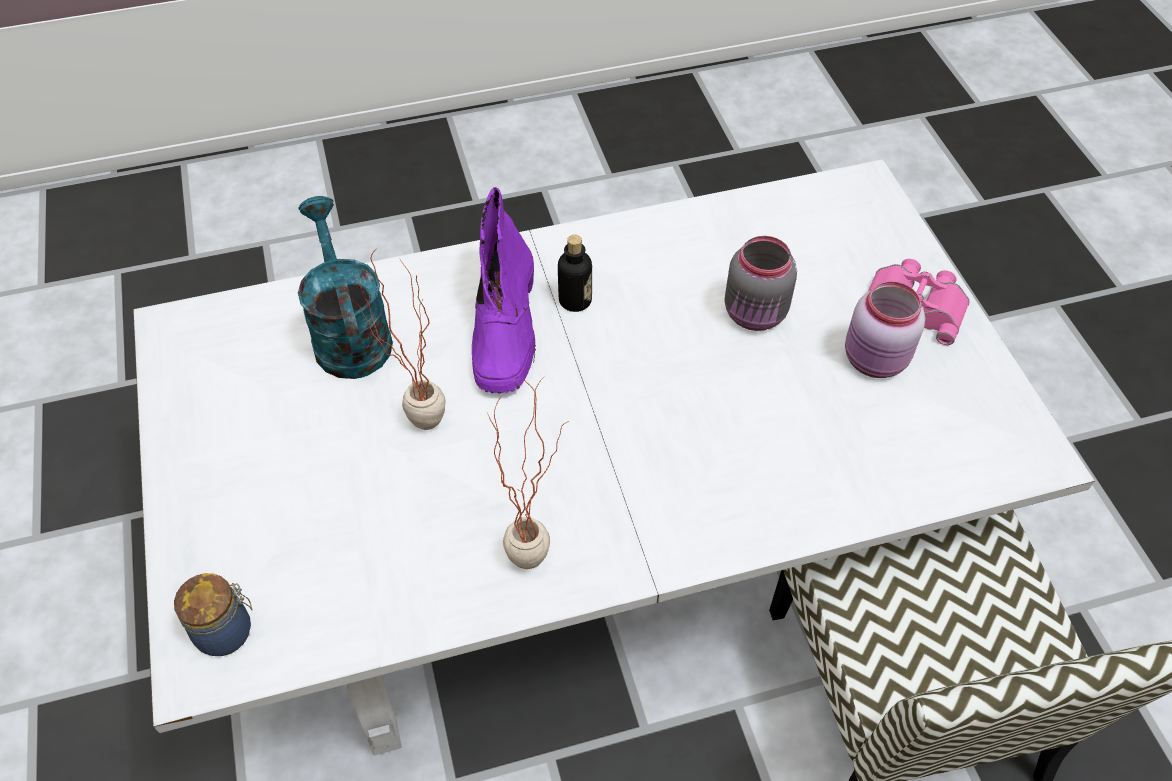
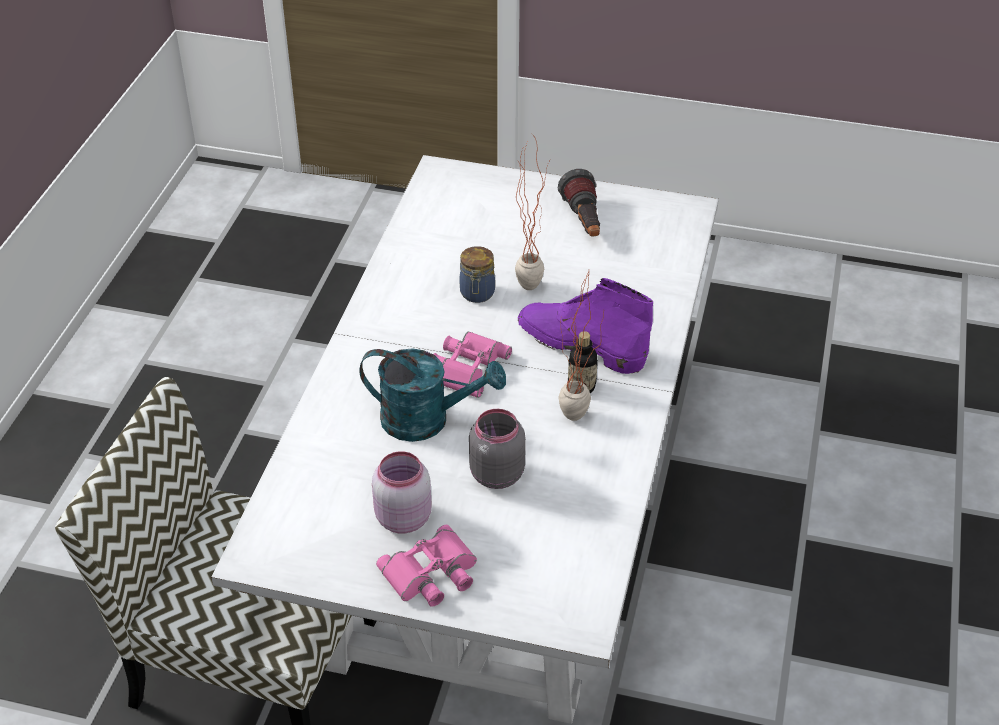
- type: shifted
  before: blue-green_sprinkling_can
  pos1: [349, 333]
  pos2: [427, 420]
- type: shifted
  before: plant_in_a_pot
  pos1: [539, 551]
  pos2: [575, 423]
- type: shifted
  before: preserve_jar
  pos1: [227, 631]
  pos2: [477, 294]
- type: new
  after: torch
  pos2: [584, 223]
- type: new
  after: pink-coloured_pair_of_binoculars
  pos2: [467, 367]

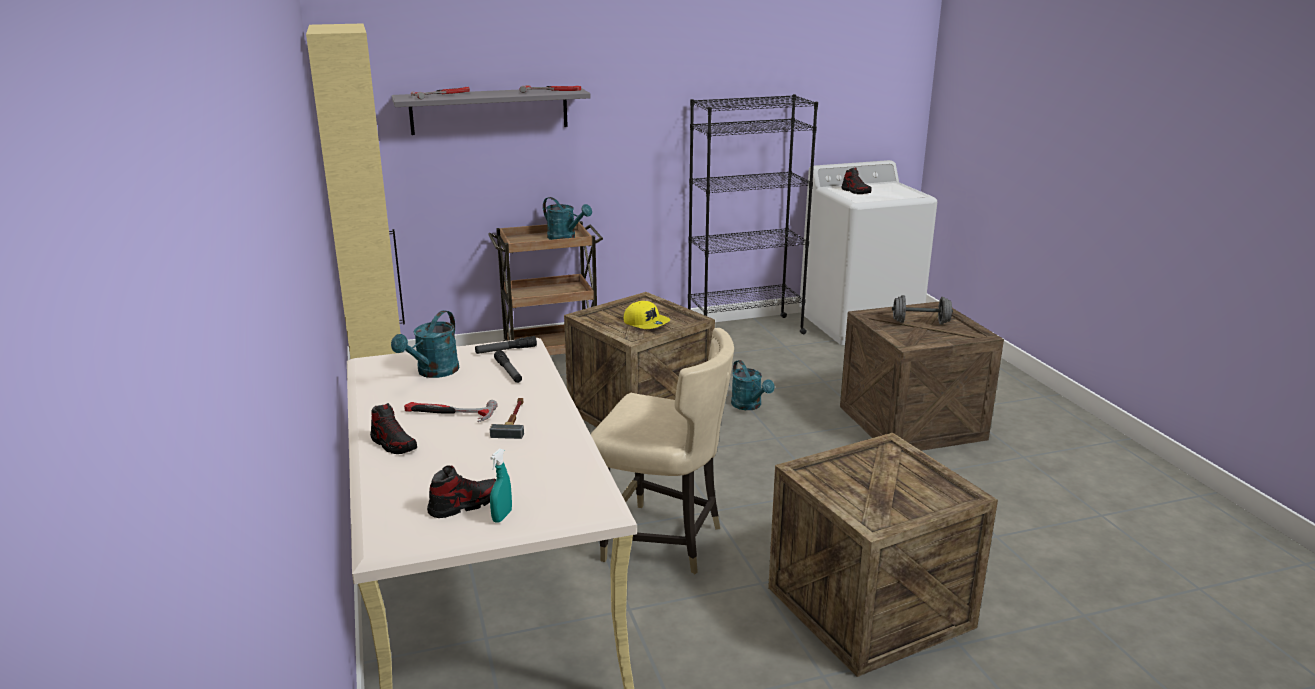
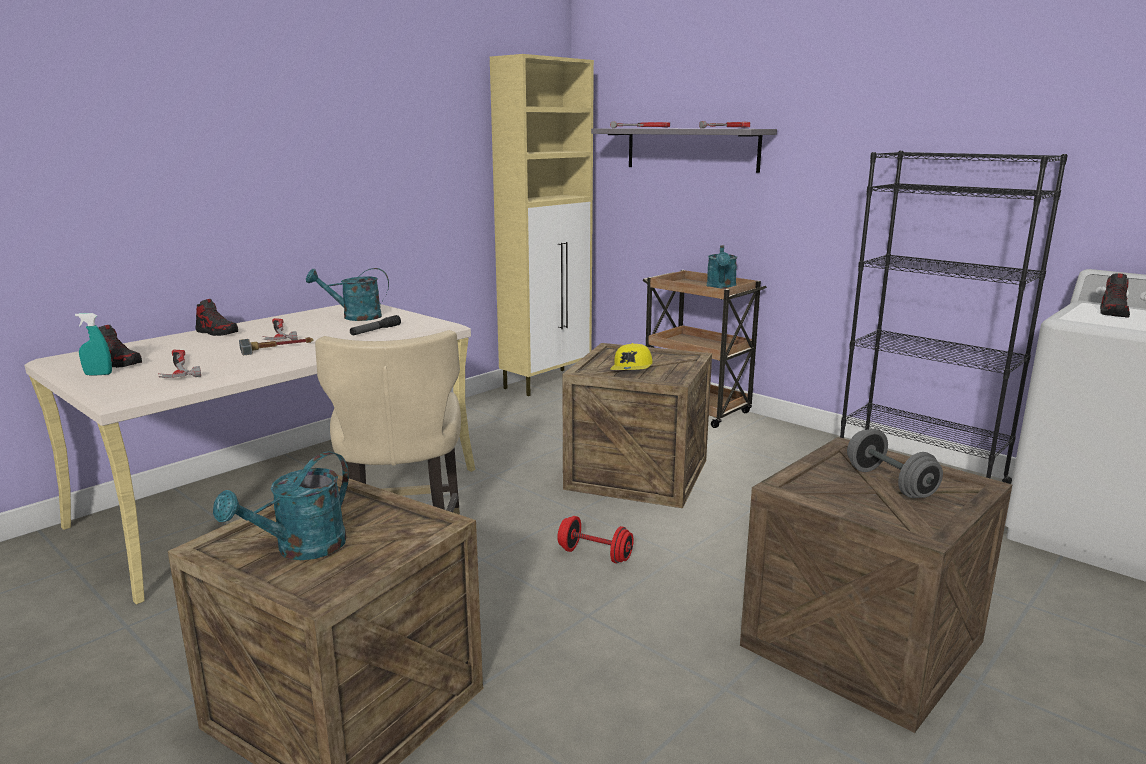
- type: gone
  before: torch
  pos1: [506, 350]
- type: shifted
  before: blue-green_sprinkling_can
  pos1: [749, 406]
  pos2: [301, 549]
- type: rotated
  before: shoe
  pos1: [393, 444]
  pos2: [217, 332]
  turn: -75
- type: new
  after: hammer
  pos2: [178, 368]
- type: new
  after: red-coloured_hand_weight
  pos2: [595, 555]

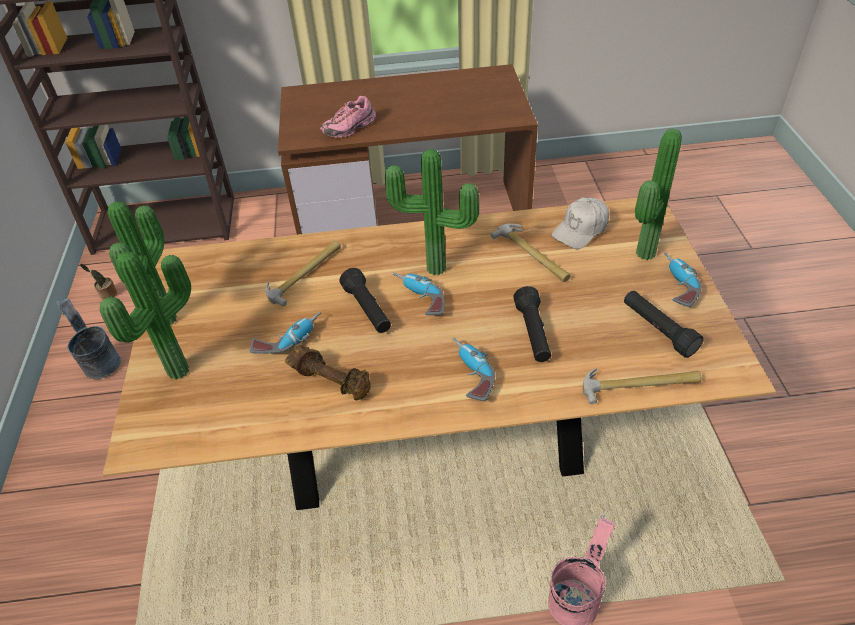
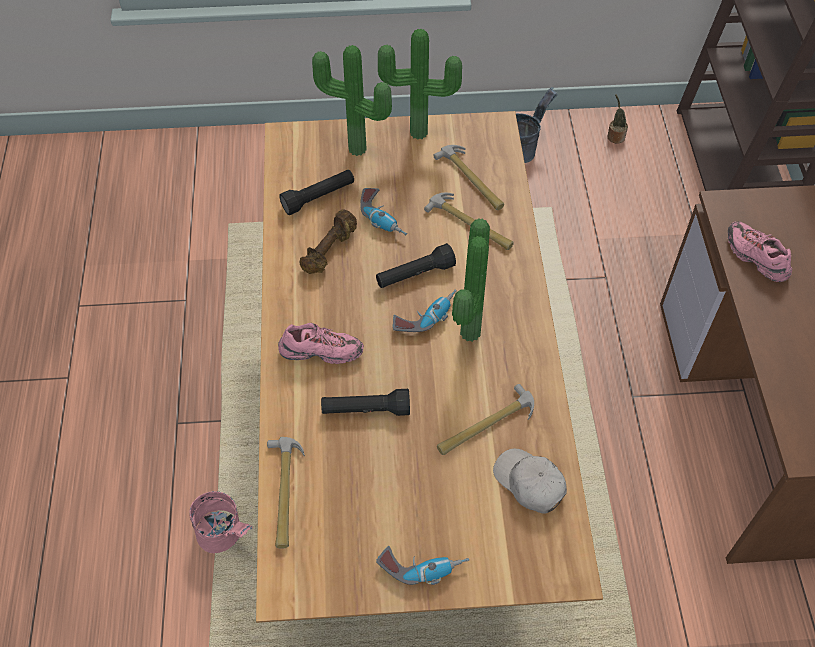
- type: gone
  before: plant_in_a_pot
  pos1: [641, 252]
- type: shifted
  before: black_torch
  pos1: [658, 330]
  pos2: [319, 197]
- type: swapped
  before: electric_drill
  after: pink-coloured_shoe
  pos1: [469, 374]
  pos2: [321, 352]
- type: new
  after: hammer
  pos2: [471, 180]

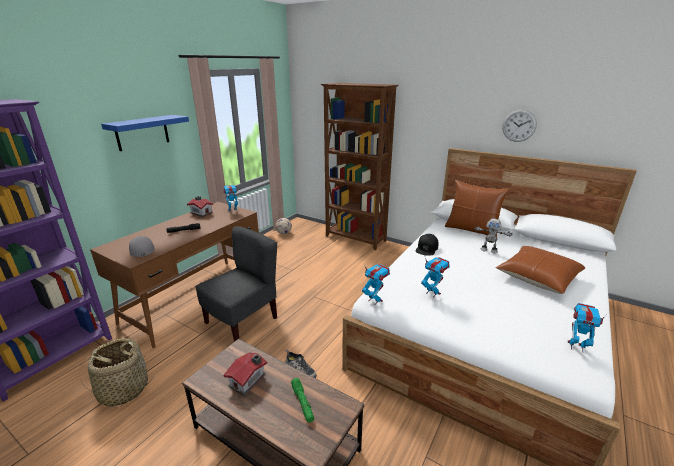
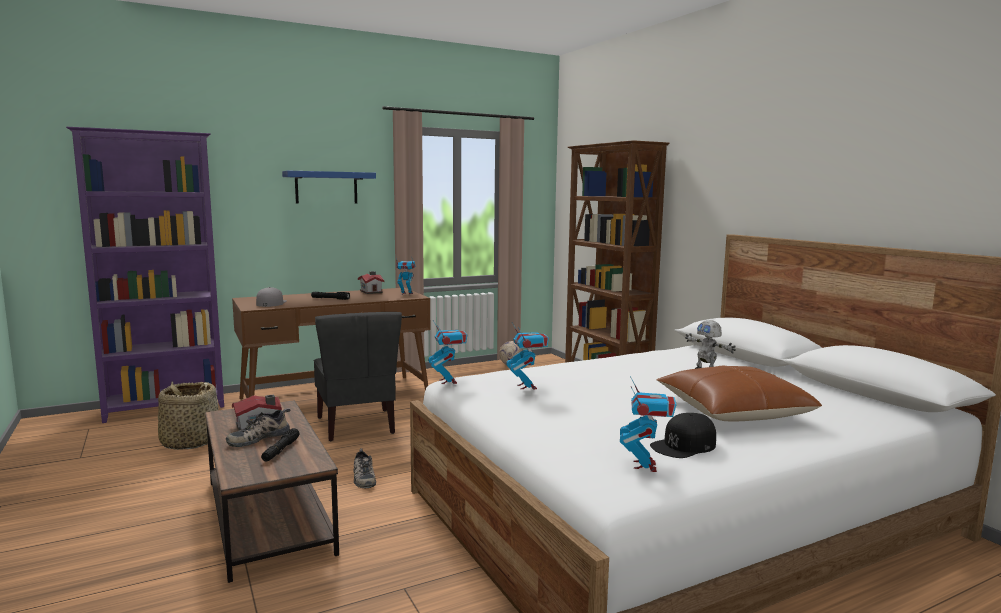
- type: gone
  before: clock_on_the_wall
  pos1: [519, 125]
- type: gone
  before: brown_throw_pillow
  pos1: [471, 230]
- type: rotated
  before: greyish_upright_chair
  pos1: [242, 321]
  pos2: [357, 425]
  turn: 90
- type: shifted
  before: black_cap
  pos1: [427, 248]
  pos2: [684, 445]
- type: rotated
  before: model_robot
  pos1: [576, 346]
  pos2: [645, 465]
  turn: 45
- type: repainted
  before: green-coloured_torch
  after: black_torch
  pos1: [302, 402]
  pos2: [280, 450]
- type: new
  after: shoe
  pos2: [259, 437]

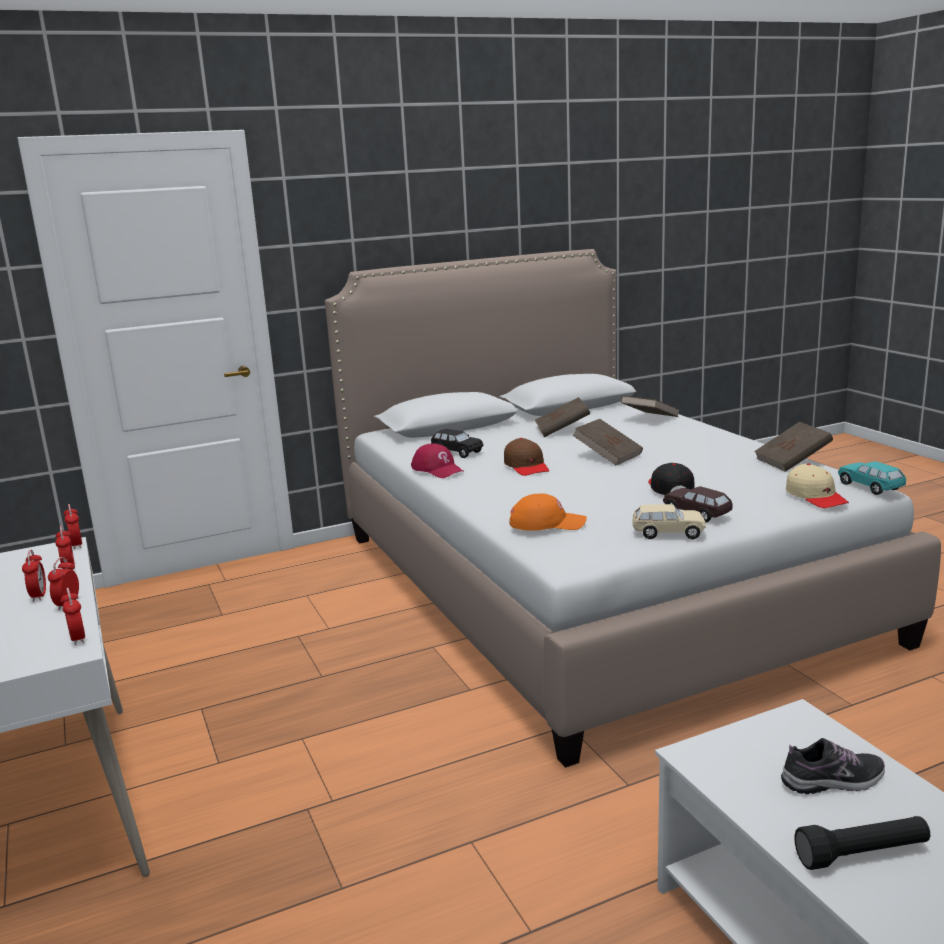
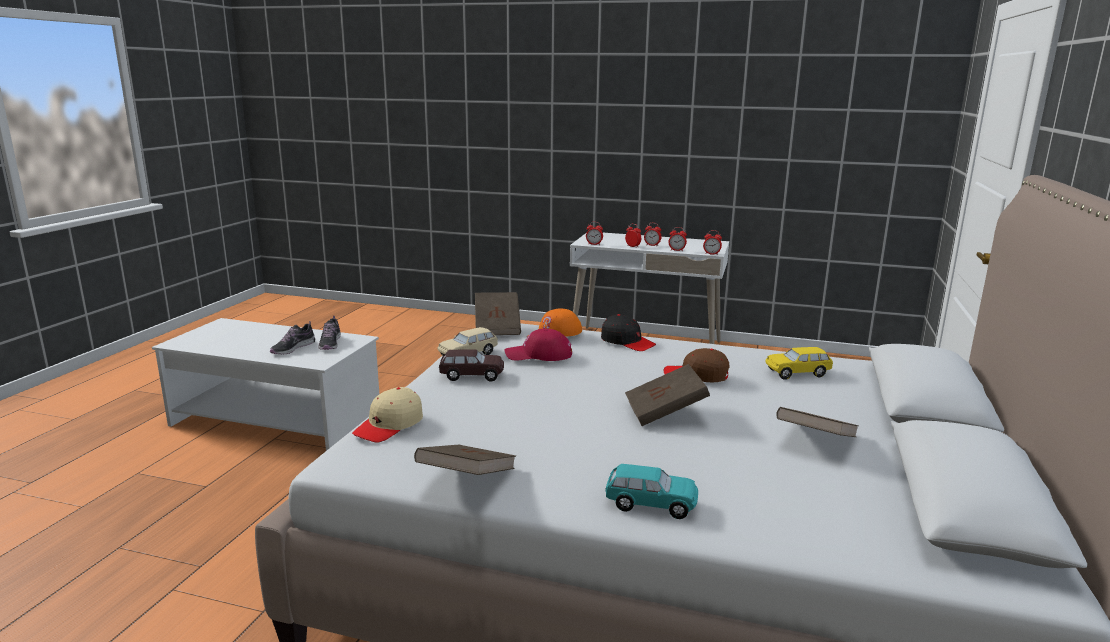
- type: shifted
  before: brown_bound_book
  pos1: [650, 419]
  pos2: [497, 327]
- type: repainted
  before: black_model_car
  after: yellow-coloured_model_car
  pos1: [457, 452]
  pos2: [797, 373]
- type: shifted
  before: red-coloured_cap
  pos1: [438, 469]
  pos2: [539, 355]
- type: shifted
  before: blue-green_model_car
  pos1: [870, 487]
  pos2: [650, 504]
- type: shifted
  before: black_cap
  pos1: [669, 488]
  pos2: [627, 342]
- type: rotated
  before: beige_cap
  pos1: [816, 496]
  pos2: [389, 425]
  turn: -75
- type: gone
  before: black_torch
  pos1: [862, 854]
- type: new
  after: shoe
  pos2: [330, 343]

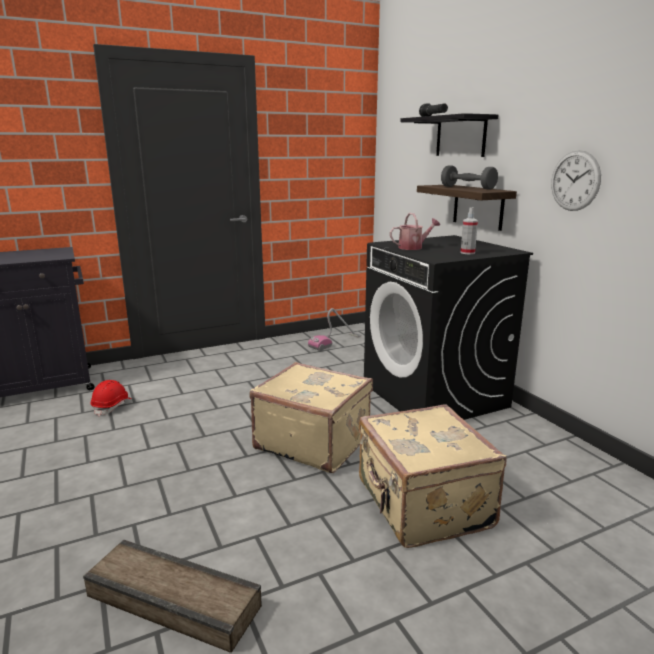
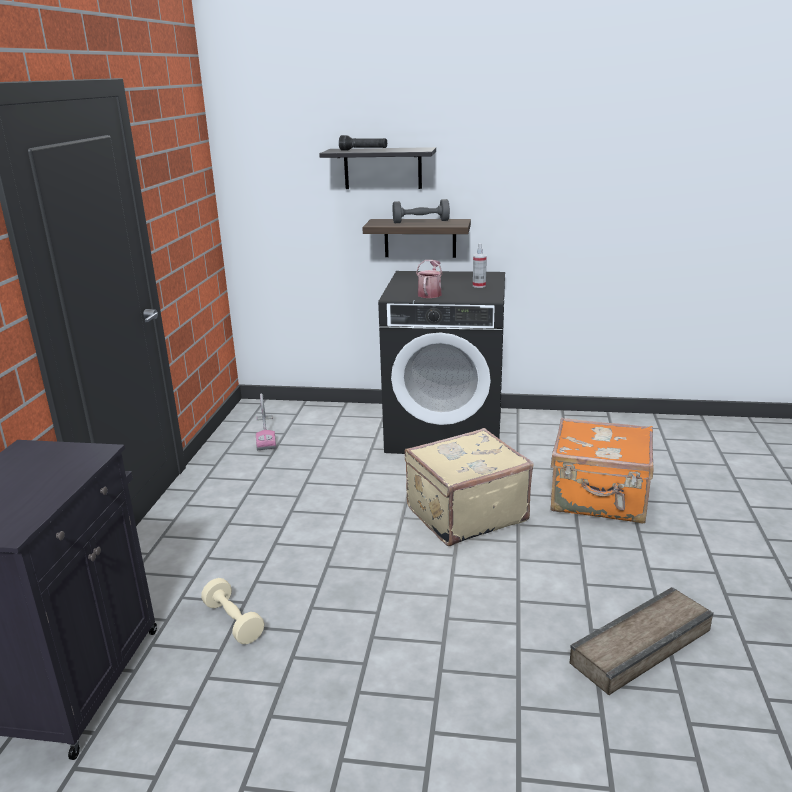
- type: gone
  before: clock_on_the_wall
  pos1: [575, 181]
- type: swapped
  before: red-coloured_safety_helmet
  after: beige_hand_weight
  pos1: [112, 406]
  pos2: [233, 622]
- type: repainted
  before: beige_piece_of_luggage
  after: orange-coloured_piece_of_luggage
  pos1: [422, 505]
  pos2: [599, 499]

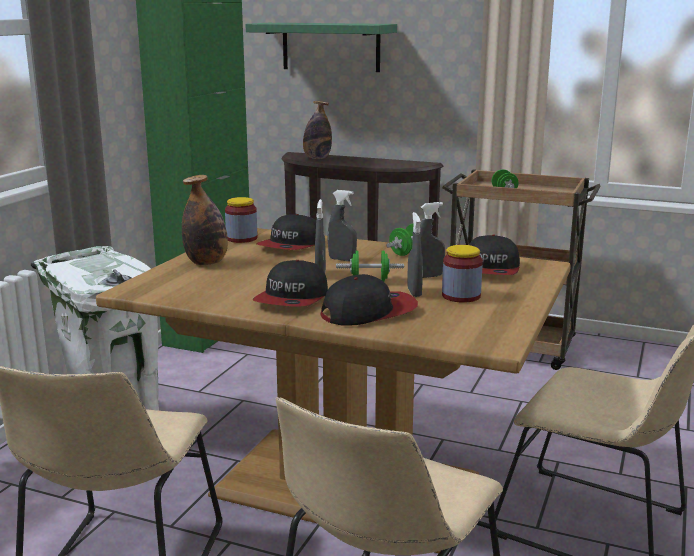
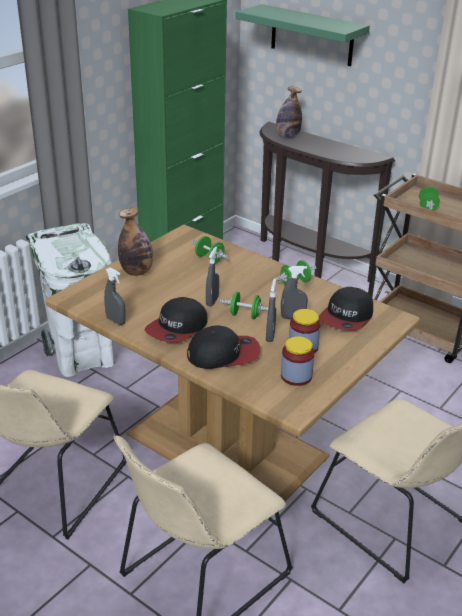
- type: shifted
  before: greyish_sprayer
  pos1: [342, 259]
  pos2: [115, 321]
- type: shifted
  before: preserve_jar
  pos1: [241, 238]
  pos2: [296, 376]
- type: swapped
  before: cap
  after: green-coloured_hand_weight
  pos1: [291, 246]
  pos2: [209, 259]

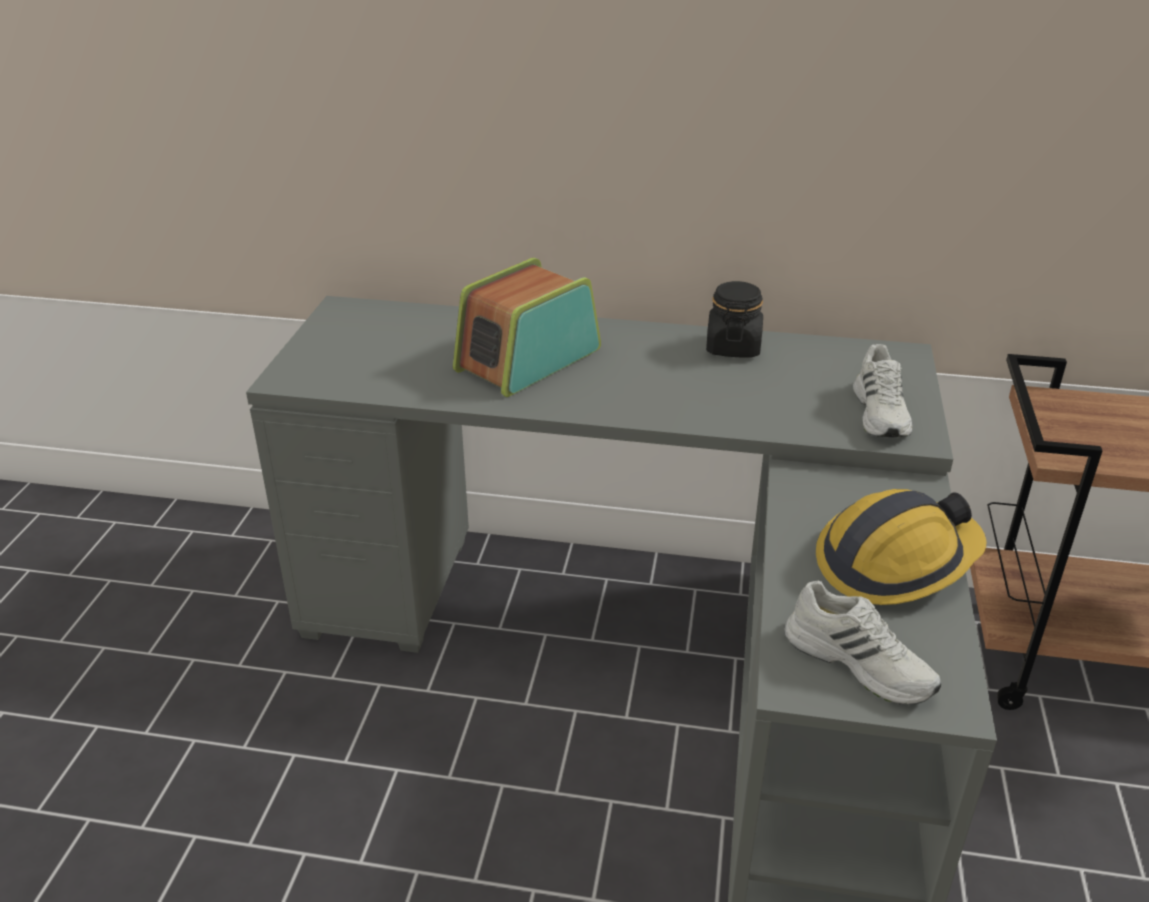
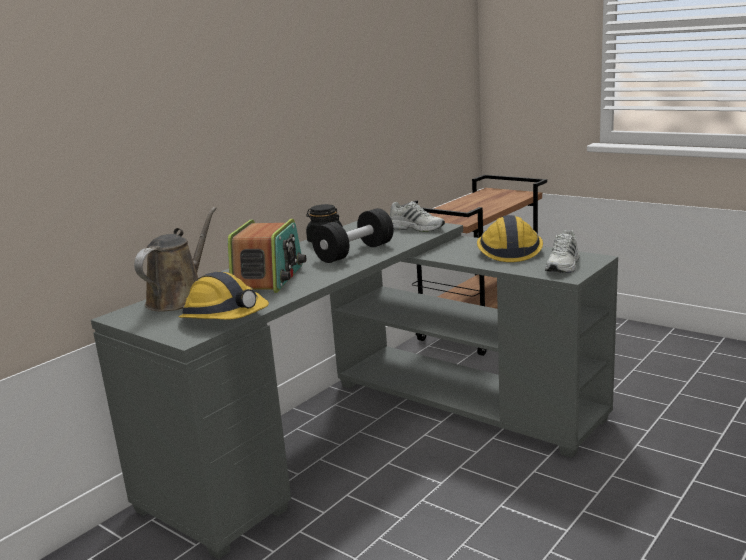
- type: rotated
  before: radio_receiver
  pos1: [526, 360]
  pos2: [269, 278]
  turn: -150
- type: rotated
  before: white_shoe
  pos1: [860, 662]
  pos2: [563, 265]
  turn: 135
- type: new
  after: brown_sprinkling_can
  pos2: [180, 298]
- type: new
  after: black_hand_weight
  pos2: [355, 252]
- type: new
  after: safety_helmet
  pos2: [225, 317]

